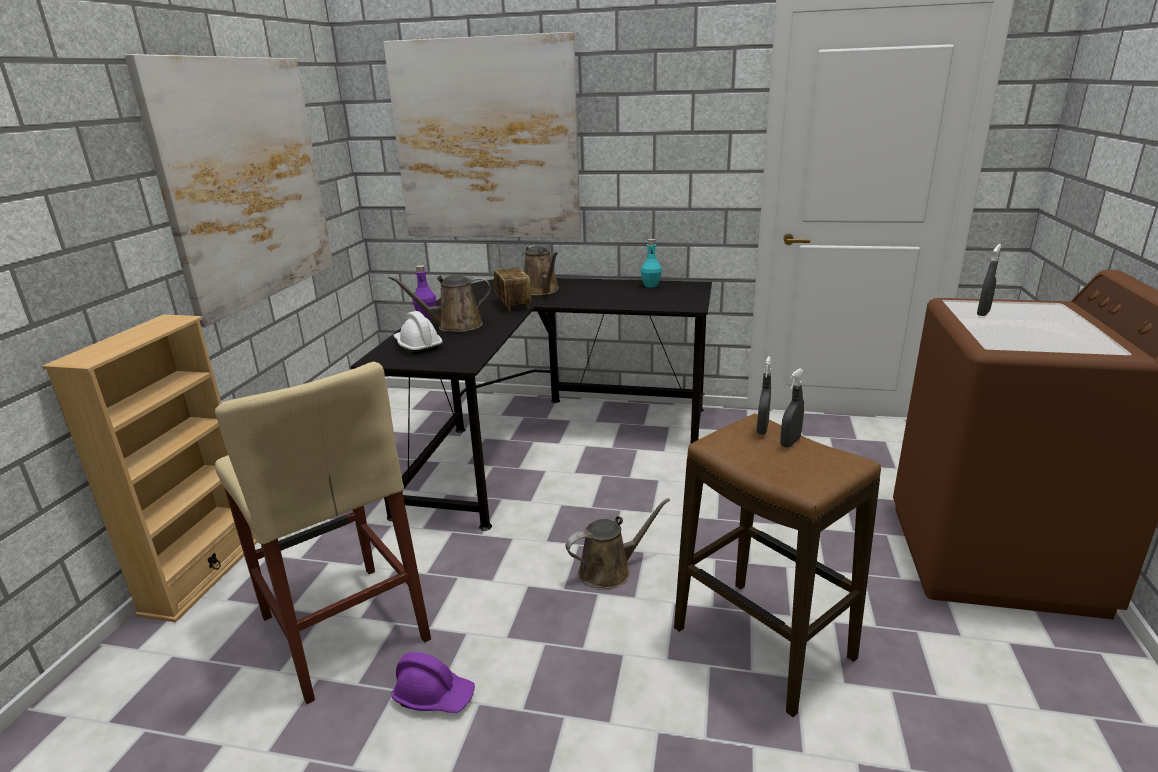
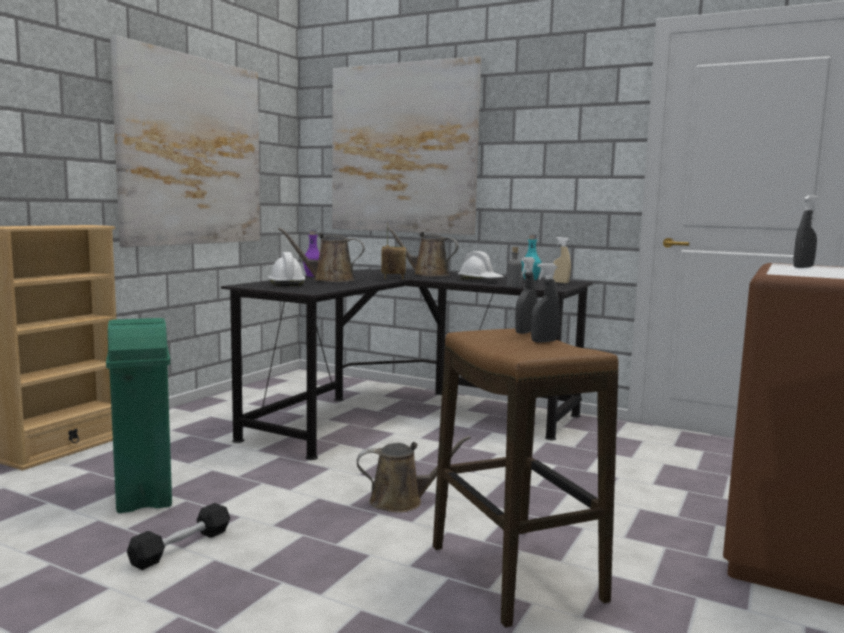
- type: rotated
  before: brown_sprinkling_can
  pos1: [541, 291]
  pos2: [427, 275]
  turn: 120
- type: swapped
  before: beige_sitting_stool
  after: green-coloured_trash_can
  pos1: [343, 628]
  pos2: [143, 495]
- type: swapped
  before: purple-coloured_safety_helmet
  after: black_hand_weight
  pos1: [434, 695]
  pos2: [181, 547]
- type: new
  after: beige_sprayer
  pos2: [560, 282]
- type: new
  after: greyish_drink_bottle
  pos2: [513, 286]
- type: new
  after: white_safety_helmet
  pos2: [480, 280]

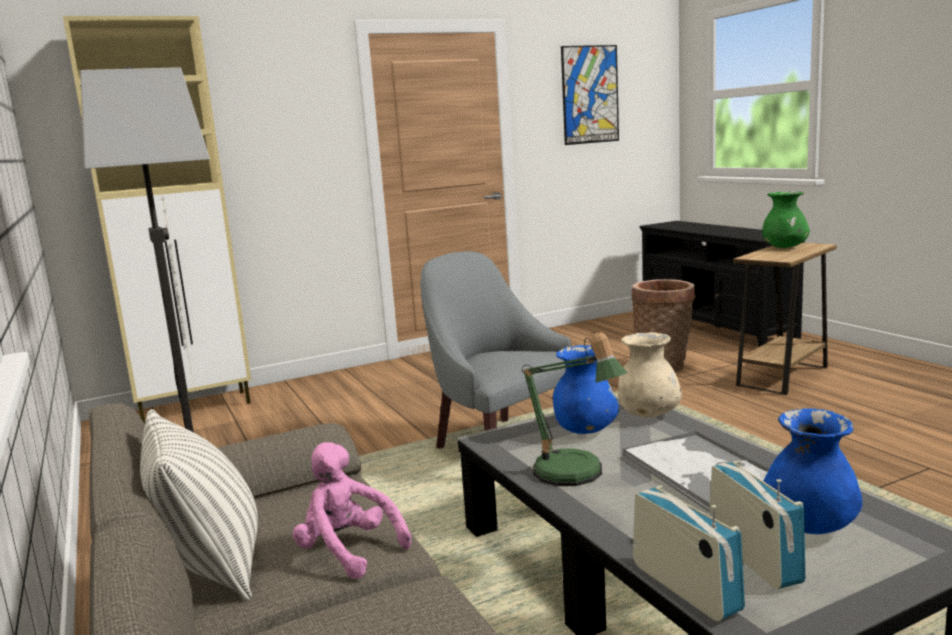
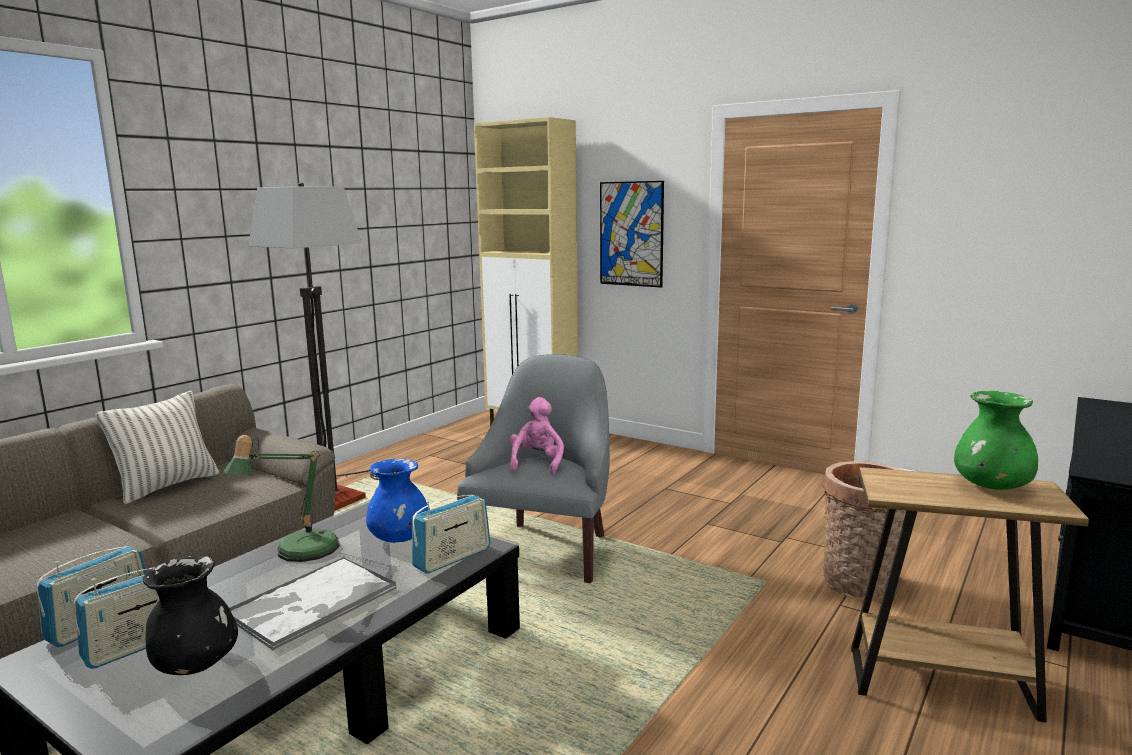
- type: shifted
  before: wall_picture
  pos1: [590, 95]
  pos2: [631, 234]
- type: swapped
  before: beige_decorative_vase
  after: radio_receiver
  pos1: [648, 414]
  pos2: [452, 558]
- type: repainted
  before: blue_decorative_vase
  after: black_decorative_vase
  pos1: [809, 526]
  pos2: [195, 665]
- type: shifted
  before: pink-coloured_soft_toy
  pos1: [348, 551]
  pos2: [537, 463]

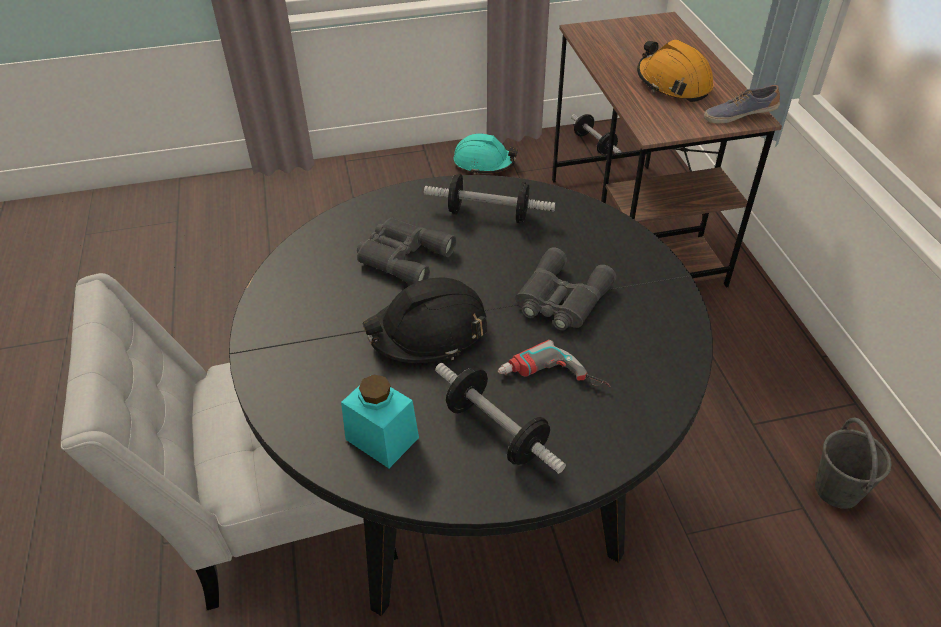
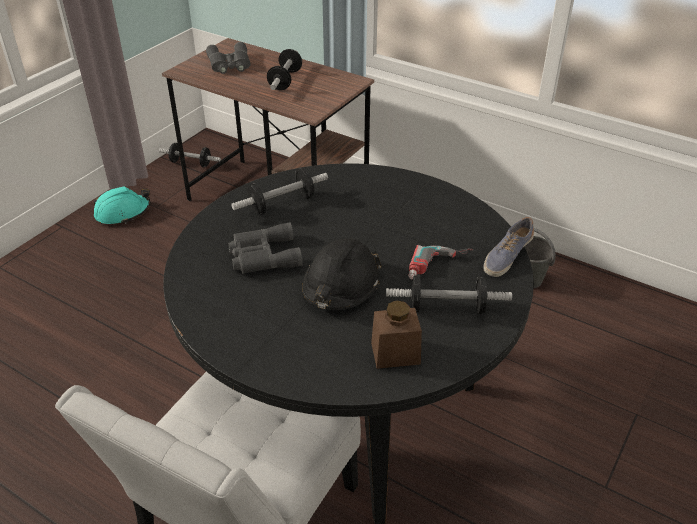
- type: swapped
  before: orange-coloured_safety_helmet
  after: hand_weight
  pos1: [673, 83]
  pos2: [285, 80]
- type: shifted
  before: shoe
  pos1: [739, 116]
  pos2: [506, 257]
- type: shifted
  before: greyish_pair_of_binoculars
  pos1: [560, 299]
  pos2: [229, 64]
- type: repainted
  before: blue-green_preserve_jar
  after: brown_preserve_jar
  pos1: [382, 438]
  pos2: [395, 353]

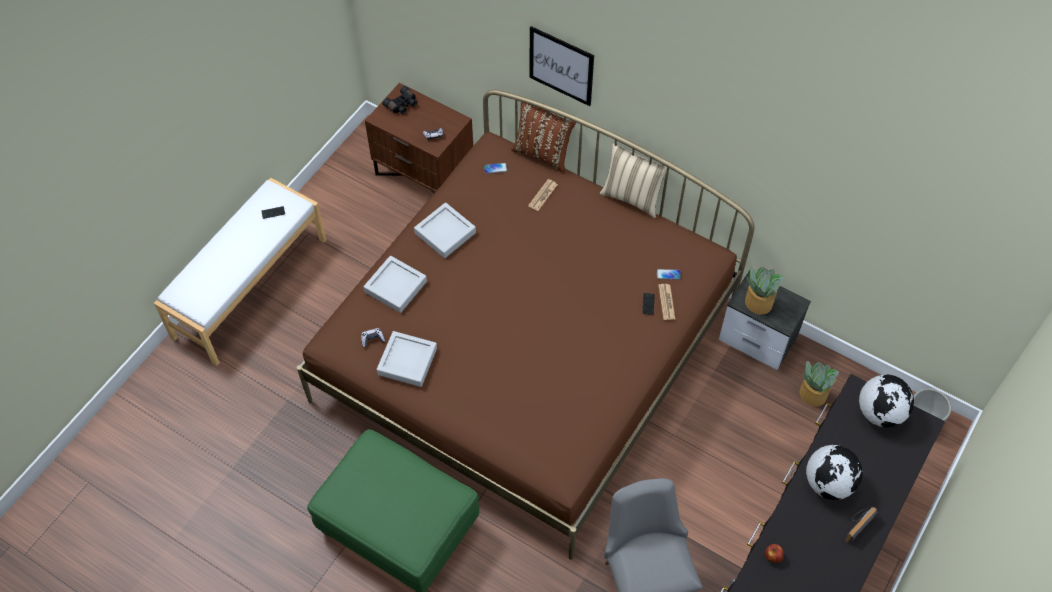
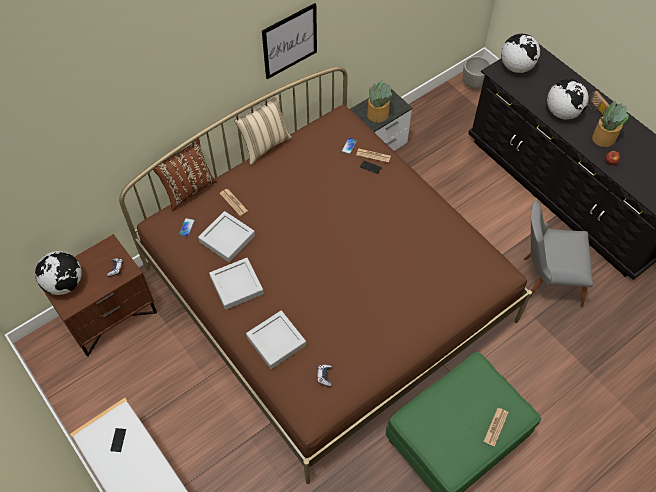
- type: shifted
  before: wall_picture
  pos1: [561, 66]
  pos2: [290, 41]
- type: swapped
  before: black_pair_of_binoculars
  after: desk_globe
  pos1: [402, 105]
  pos2: [65, 283]
- type: shifted
  before: greyish_serving_tray
  pos1: [407, 361]
  pos2: [227, 239]
- type: shifted
  before: plant_in_a_pot
  pos1: [812, 394]
  pos2: [603, 138]
- type: new
  after: newspaper
  pos2: [496, 427]

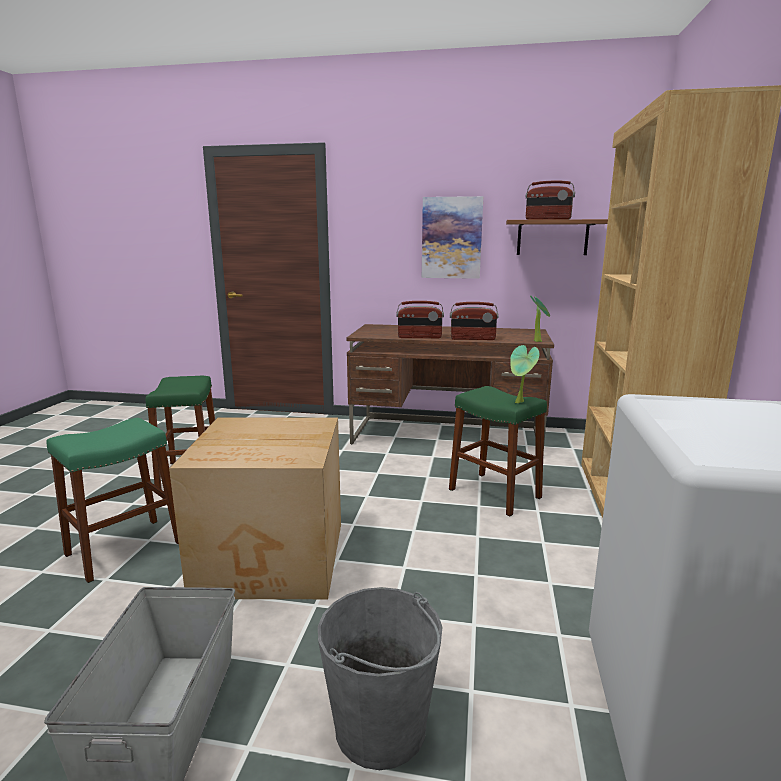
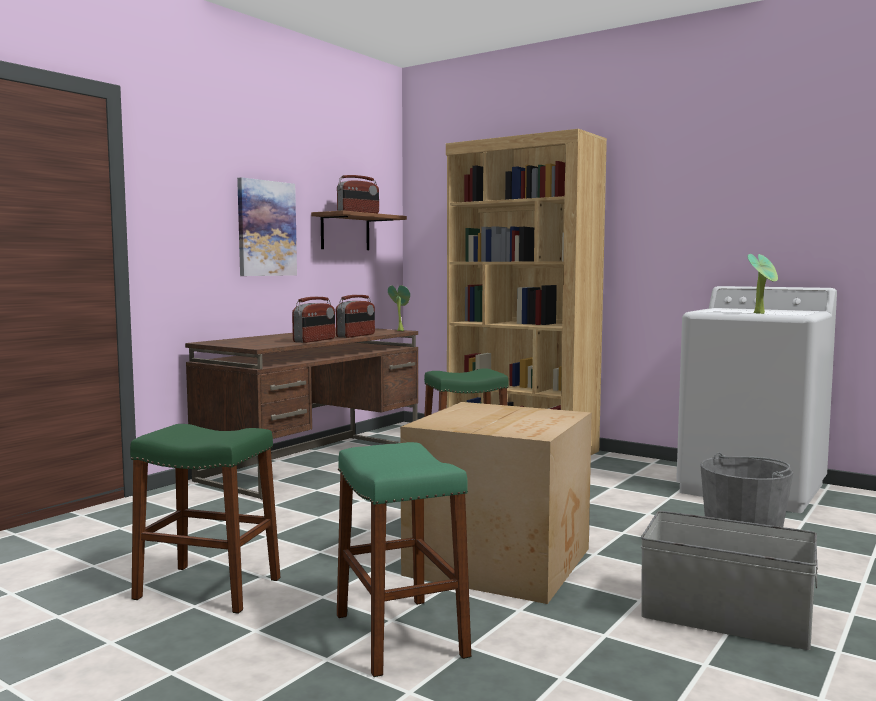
- type: shifted
  before: plant_in_a_pot
  pos1: [520, 403]
  pos2: [761, 313]

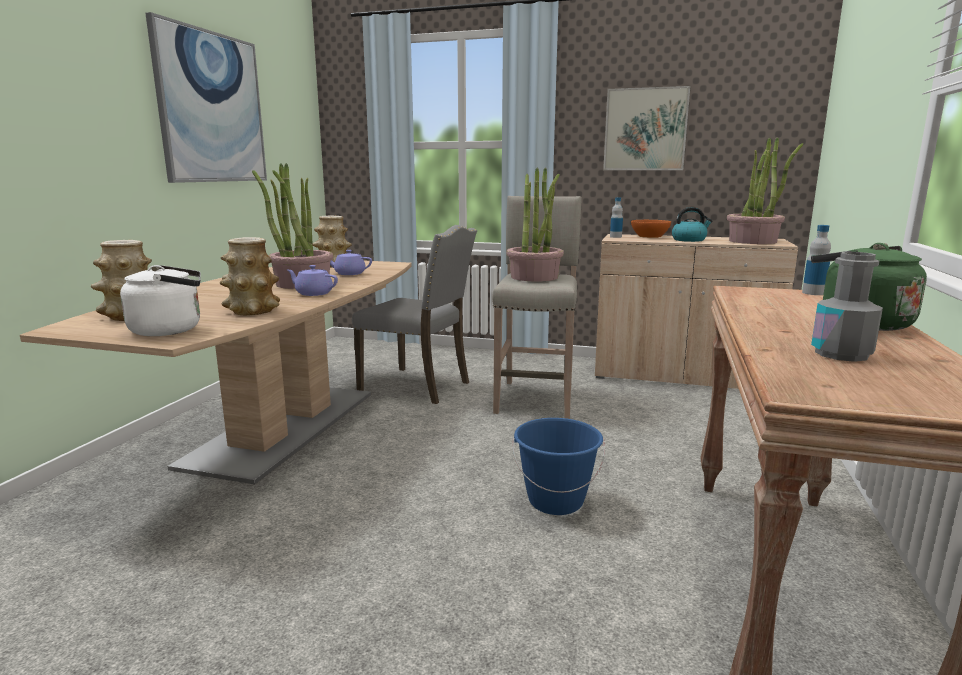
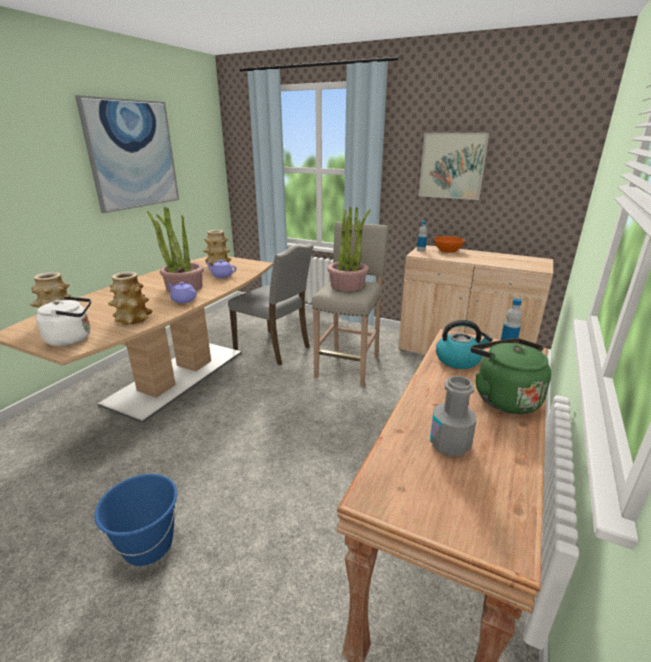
- type: gone
  before: plant_in_a_pot
  pos1: [753, 241]
- type: shifted
  before: tea_kettle
  pos1: [689, 240]
  pos2: [458, 360]
- type: shifted
  before: blue_pail
  pos1: [555, 501]
  pos2: [149, 545]

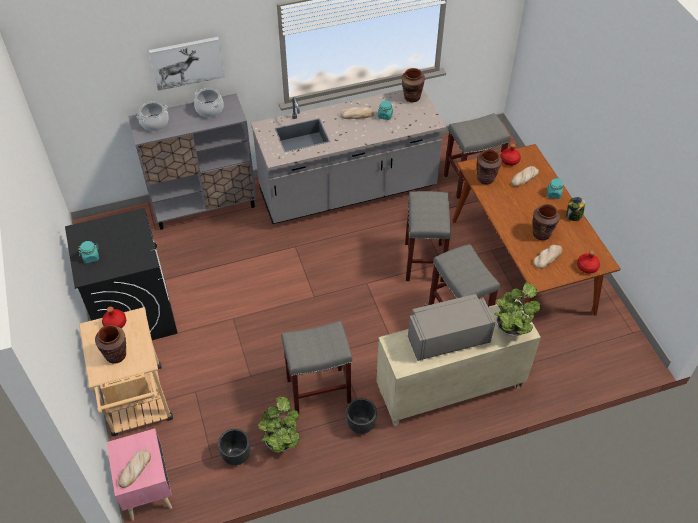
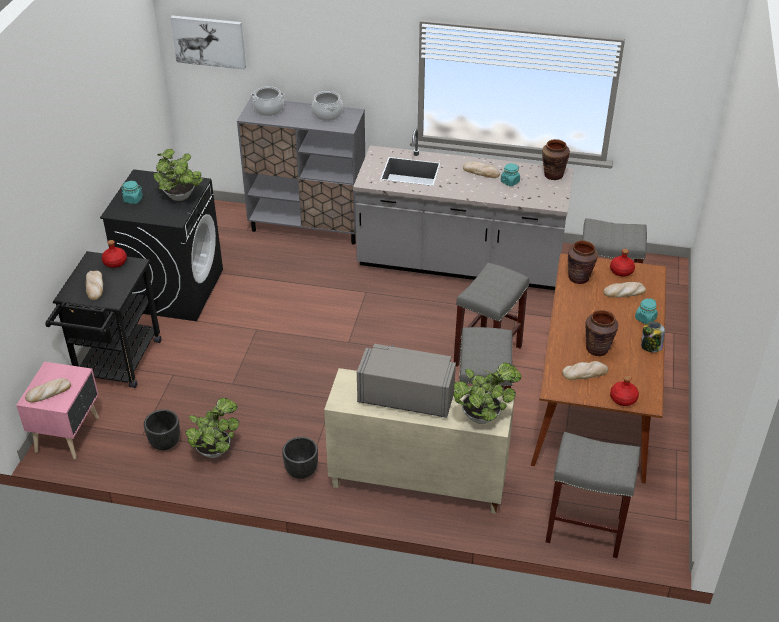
- type: shifted
  before: wall_picture
  pos1: [187, 62]
  pos2: [209, 41]
- type: repainted
  before: beige_trolley
  after: black_trolley
  pos1: [139, 406]
  pos2: [115, 365]
- type: shifted
  before: greyish_sitting_stool
  pos1: [317, 391]
  pos2: [583, 529]
- type: swapped
  before: brown_decorative_vase
  after: bakery_bread
  pos1: [116, 355]
  pos2: [95, 286]
- type: new
  after: plant_in_a_pot
  pos2: [181, 197]

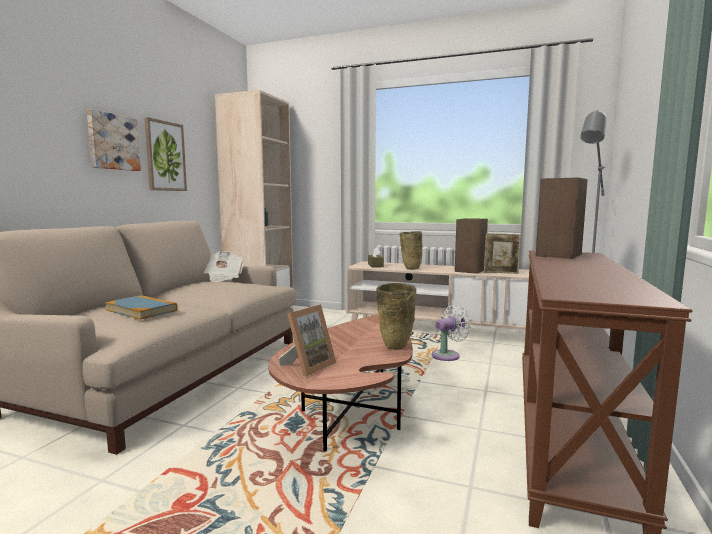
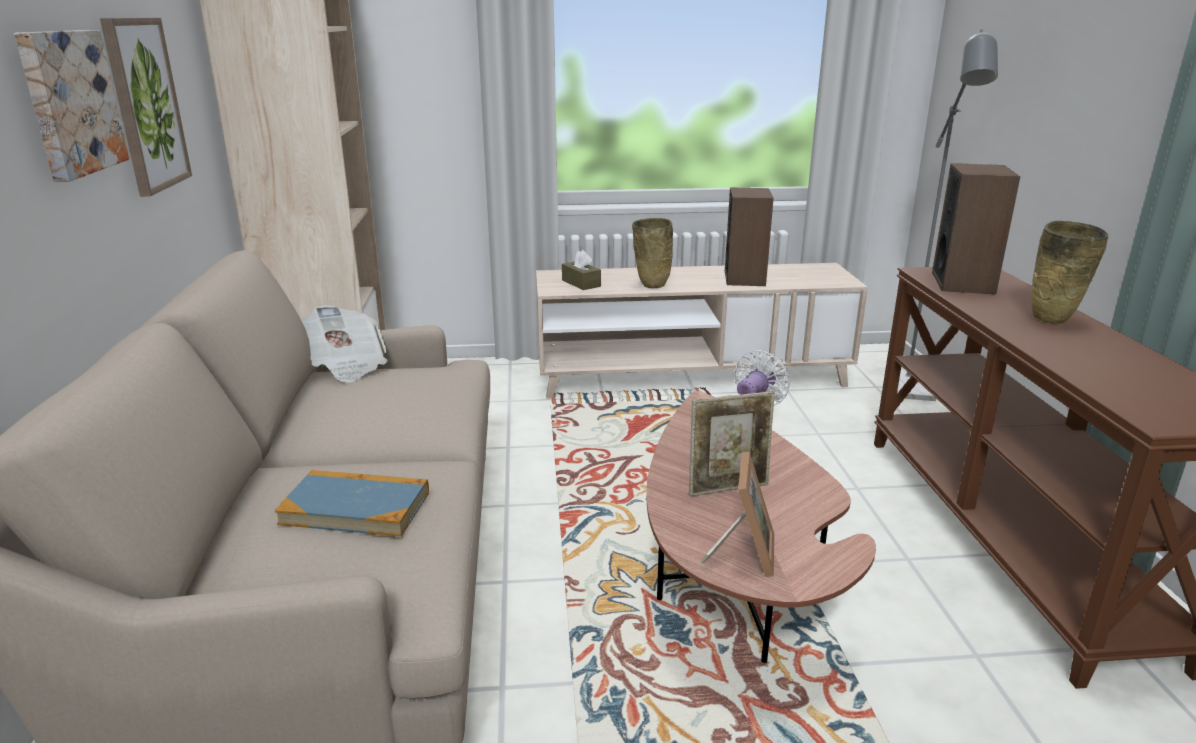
- type: shifted
  before: standing_frame
  pos1: [501, 273]
  pos2: [728, 488]
- type: shifted
  before: beige_decorative_vase
  pos1: [394, 348]
  pos2: [1052, 320]

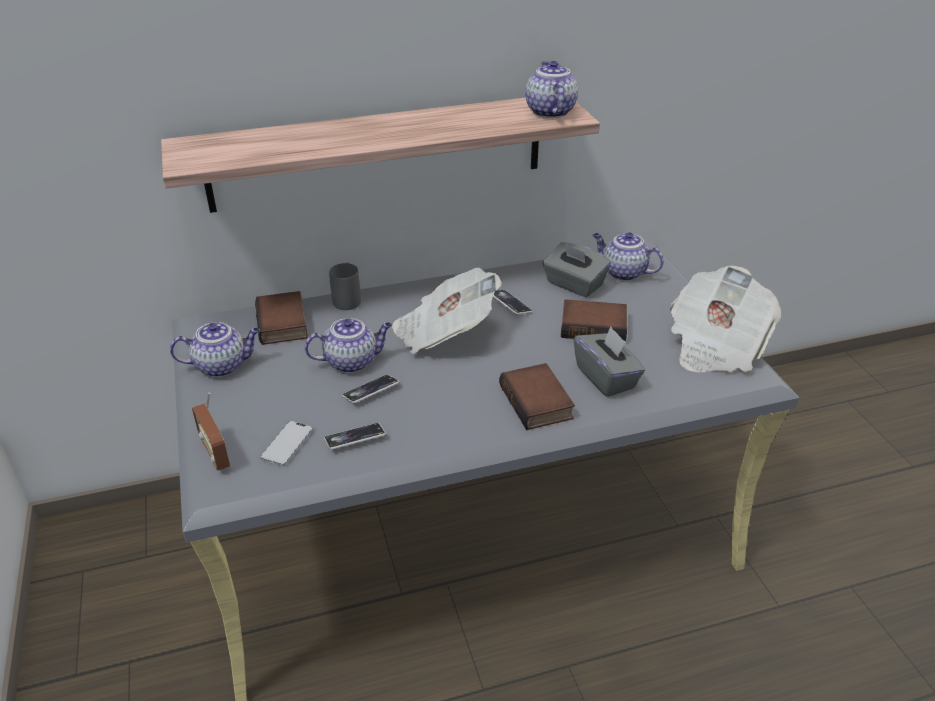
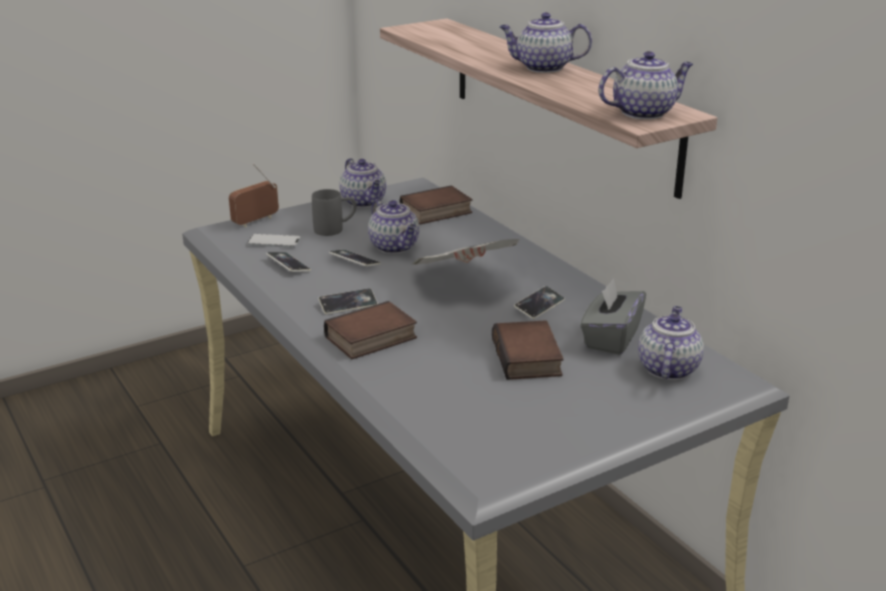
- type: shifted
  before: greyish_tea_mug
  pos1: [347, 298]
  pos2: [335, 229]
- type: gone
  before: newspaper
  pos1: [715, 345]
- type: gone
  before: greyish_box_of_tissues
  pos1: [606, 378]
- type: new
  after: teapot
  pos2: [542, 68]
- type: new
  after: telephone
  pos2: [348, 305]

